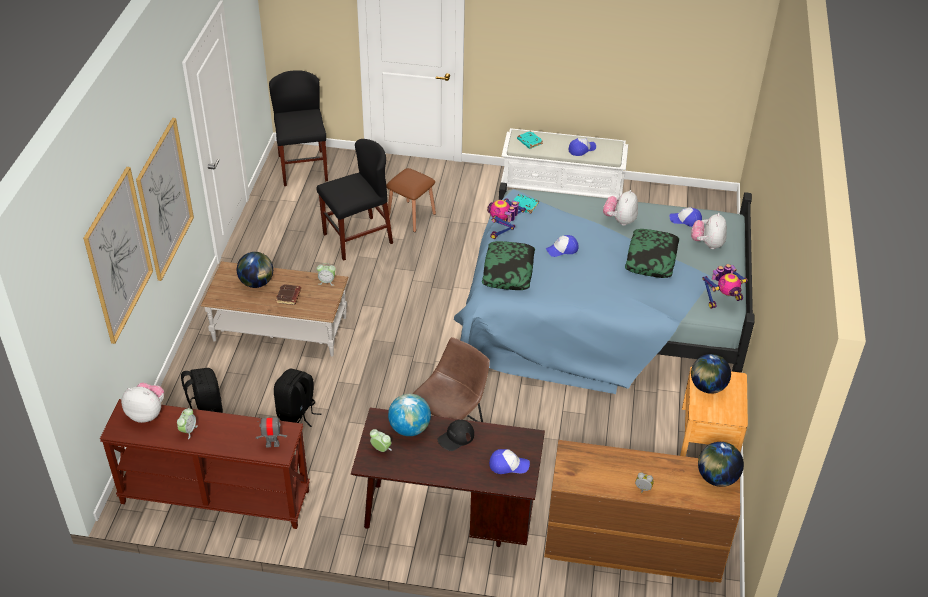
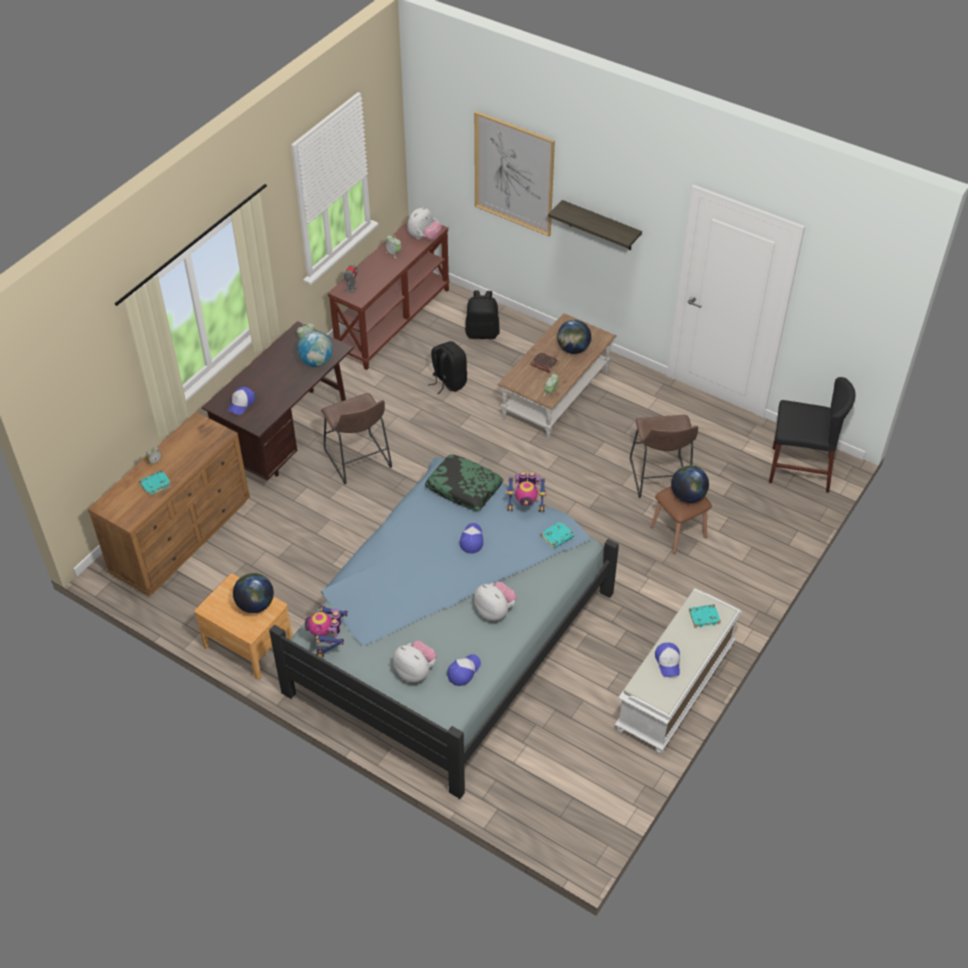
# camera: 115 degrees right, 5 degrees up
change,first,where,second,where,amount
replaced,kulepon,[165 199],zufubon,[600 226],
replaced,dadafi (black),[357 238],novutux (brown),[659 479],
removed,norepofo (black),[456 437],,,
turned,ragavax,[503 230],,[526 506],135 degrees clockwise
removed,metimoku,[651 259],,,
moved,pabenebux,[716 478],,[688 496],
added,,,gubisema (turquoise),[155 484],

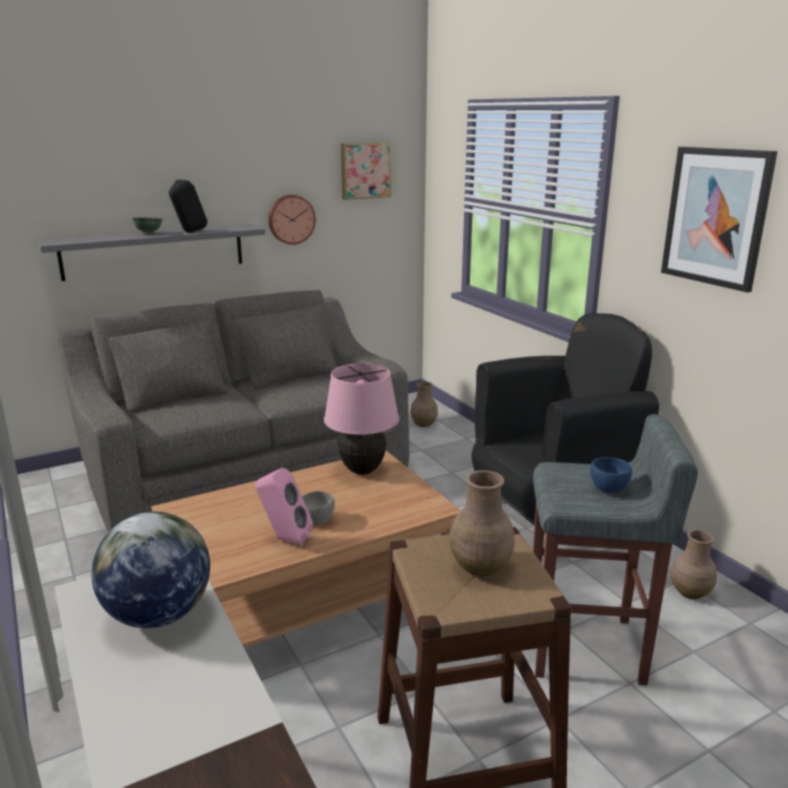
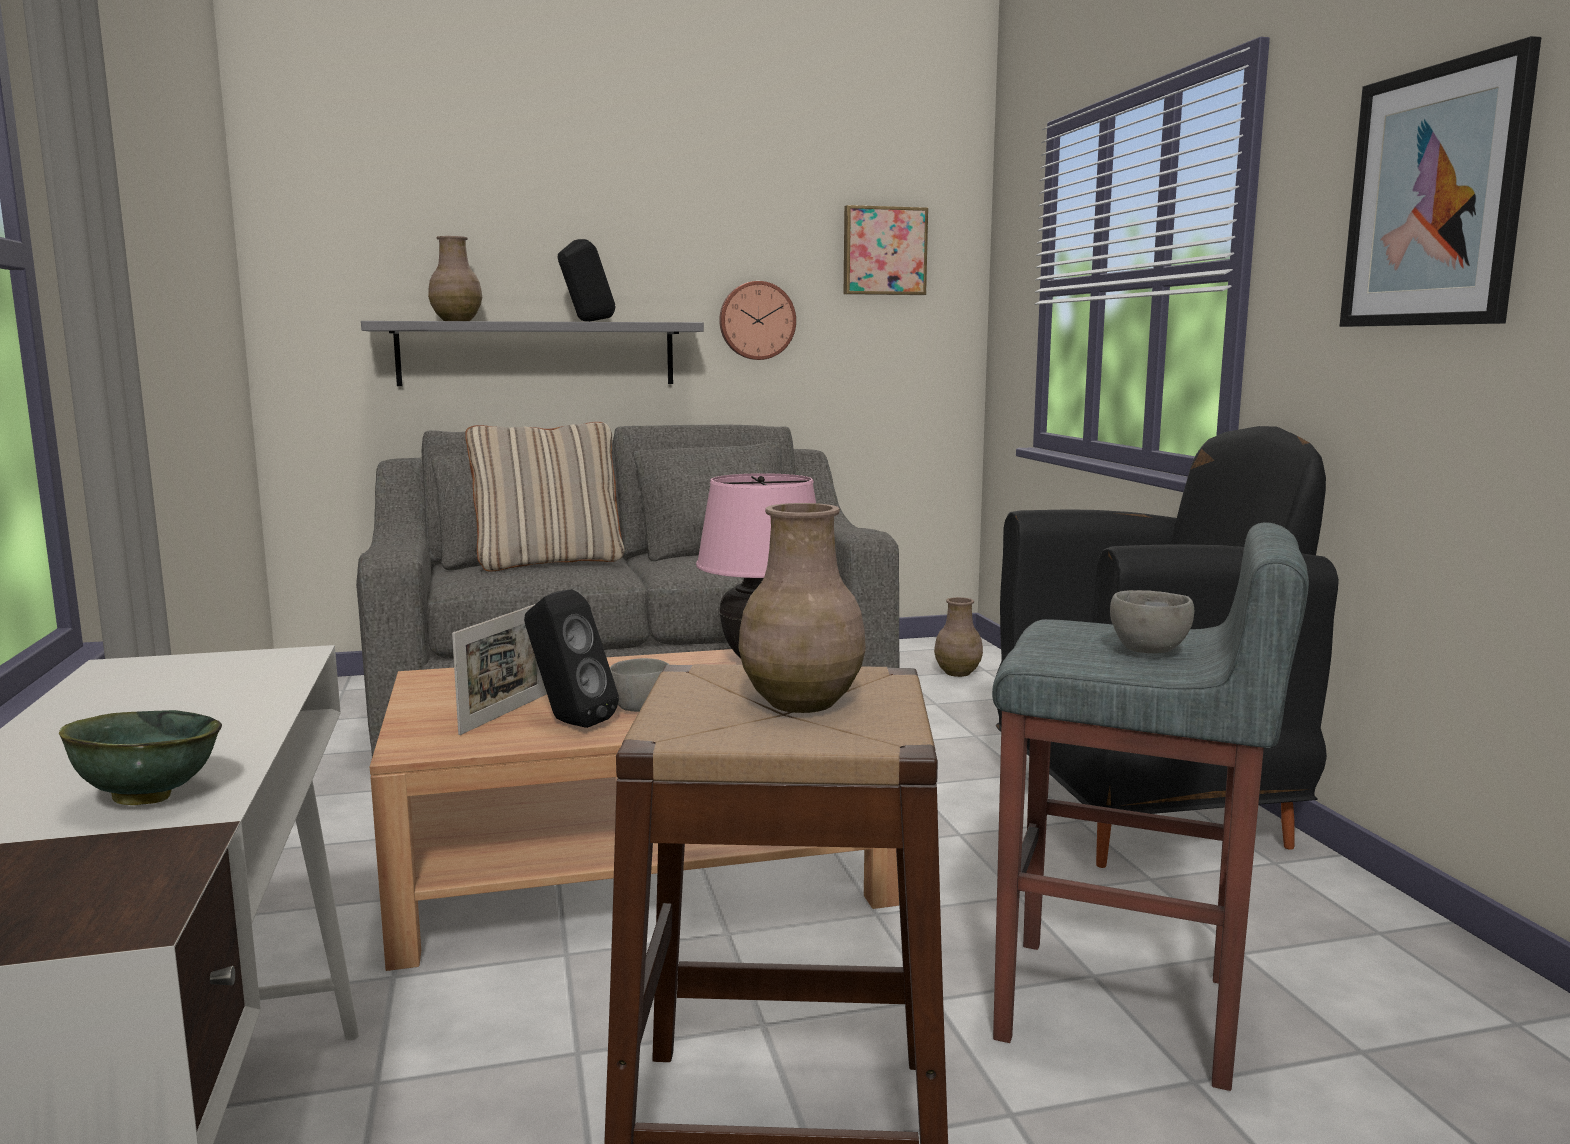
# camera: 15 degrees right, 10 degrees down
change,first,where,second,where,amount
removed,pabenebux,[158 615],,,
moved,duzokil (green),[148 233],,[146 797],
recoloured,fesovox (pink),[284 539],fesovox (black),[568 722],
recoloured,duzokil (blue),[609 488],duzokil (grey),[1151 649],
moved,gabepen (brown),[689 592],,[456 321],
added,,,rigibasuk,[505 713],
added,,,metimoku (beige),[549 562],

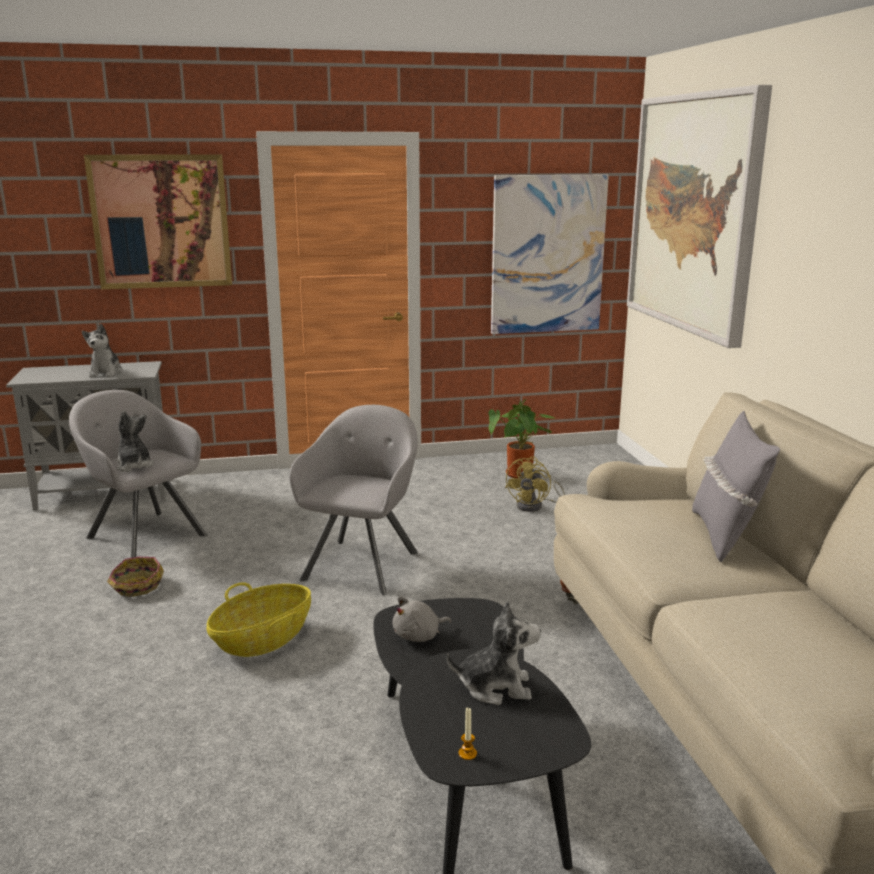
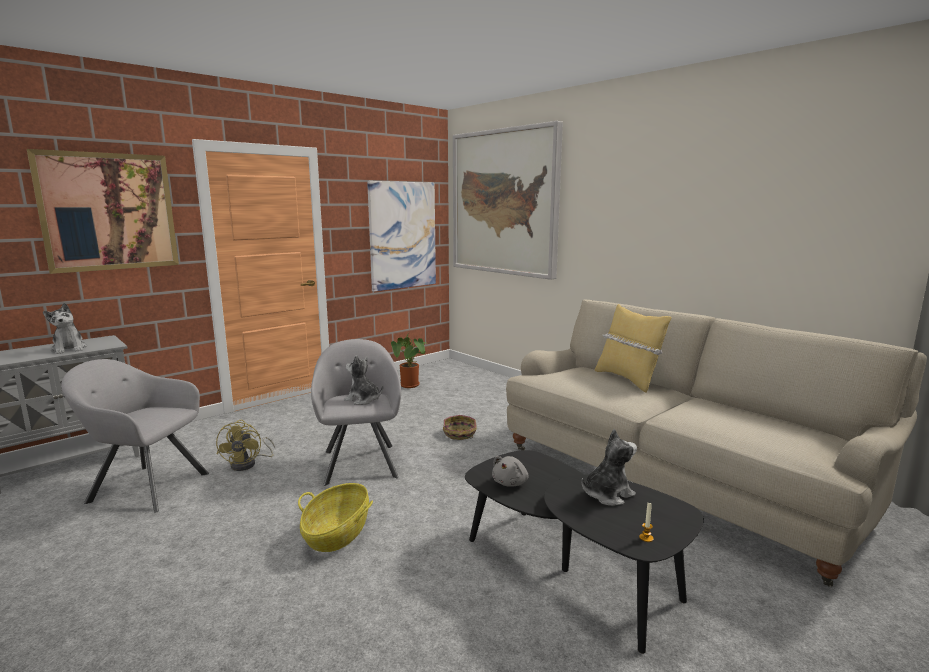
# camera: 30 degrees left, 5 degrees down
change,first,where,second,where,amount
moved,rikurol,[136 586],,[459 434],
moved,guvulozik,[134 466],,[363 400],
moved,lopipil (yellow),[535 506],,[248 464],
recoloured,metimoku (grey),[725 535],metimoku (yellow),[628 379],

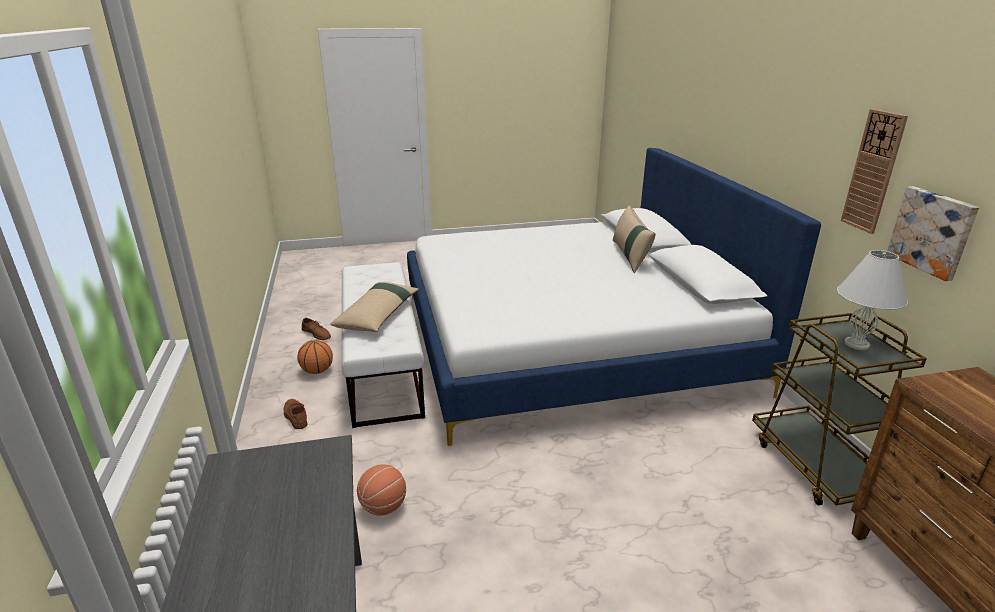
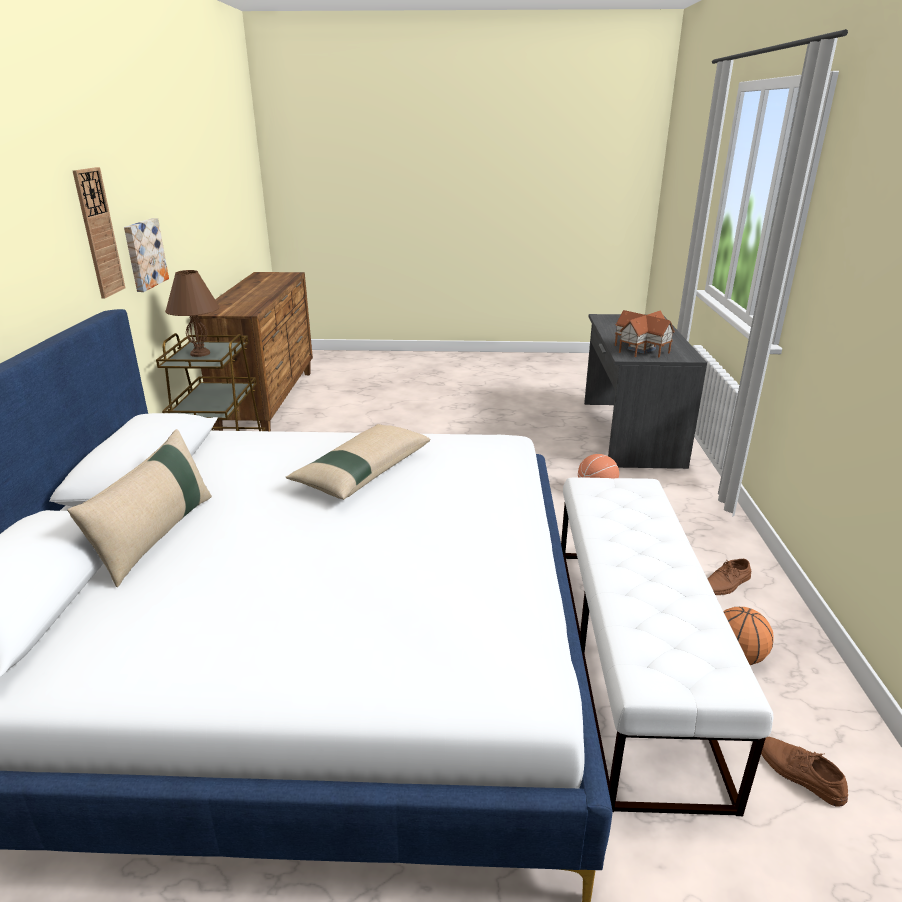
# camera: 165 degrees left, 0 degrees up
change,first,where,second,where,amount
turned,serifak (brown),[295 416],,[726 584],75 degrees clockwise
moved,metimoku (beige),[378 315],,[362 471],
recoloured,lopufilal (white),[857 344],lopufilal (brown),[200 353],
added,,,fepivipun,[640 349],

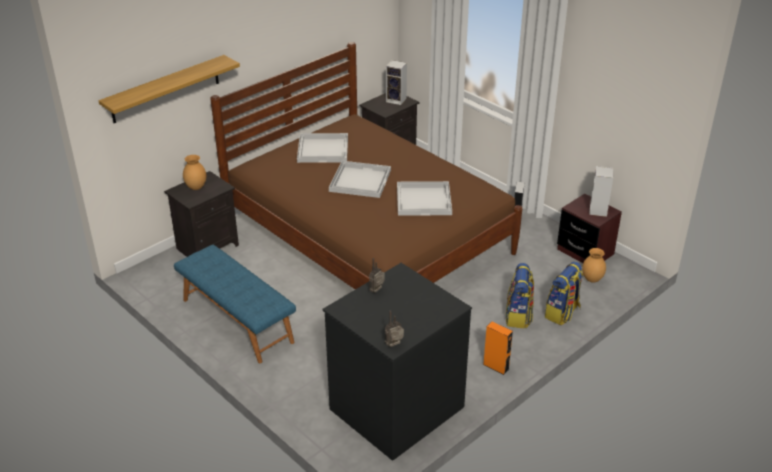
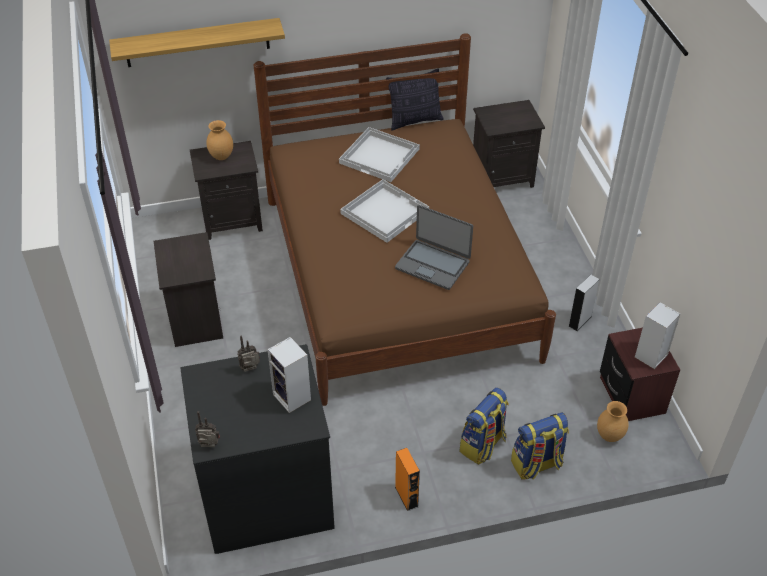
# camera: 30 degrees right, 10 degrees up
change,first,where,second,where,amount
replaced,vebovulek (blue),[236 321],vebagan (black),[194 320],
moved,fesovox,[397 100],,[293 398],
replaced,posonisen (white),[424 199],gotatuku,[433 264],
added,,,metimoku,[415 121],

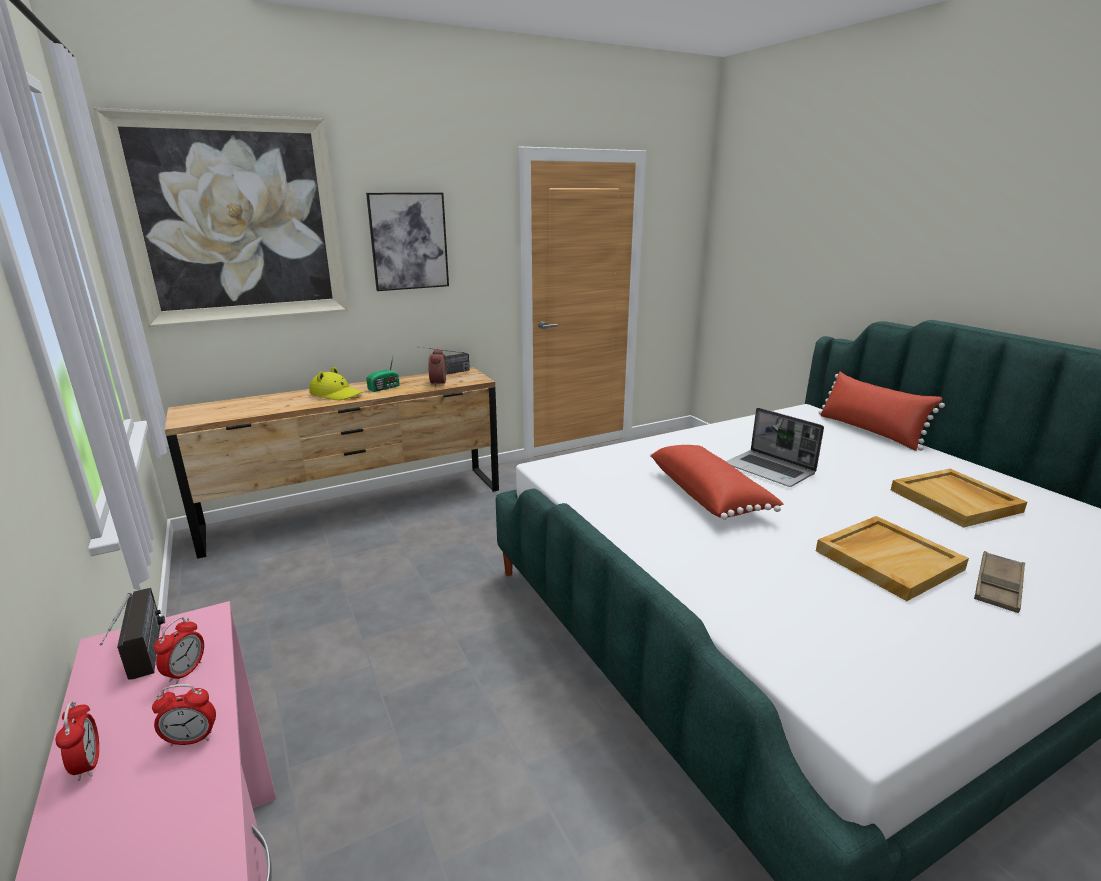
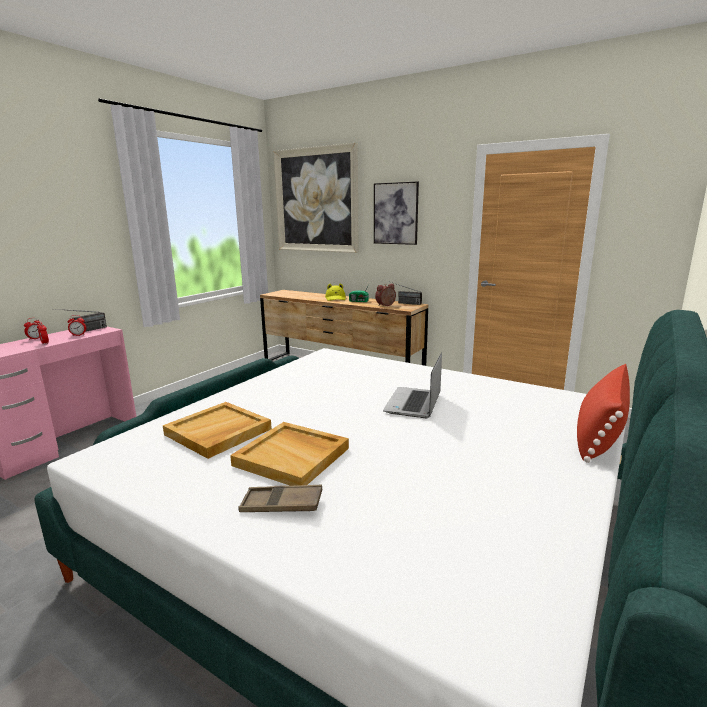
# camera: 60 degrees right, 5 degrees down
change,first,where,second,where,amount
removed,metimoku (red),[709 495],,,
moved,posonisen (beige),[956 501],,[218 432],

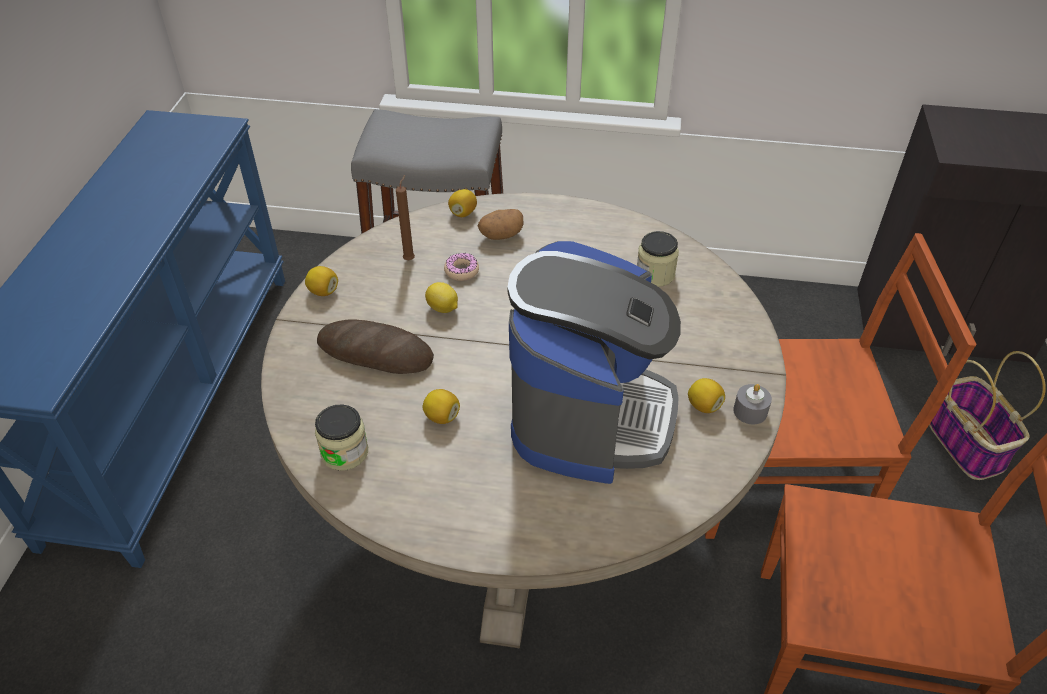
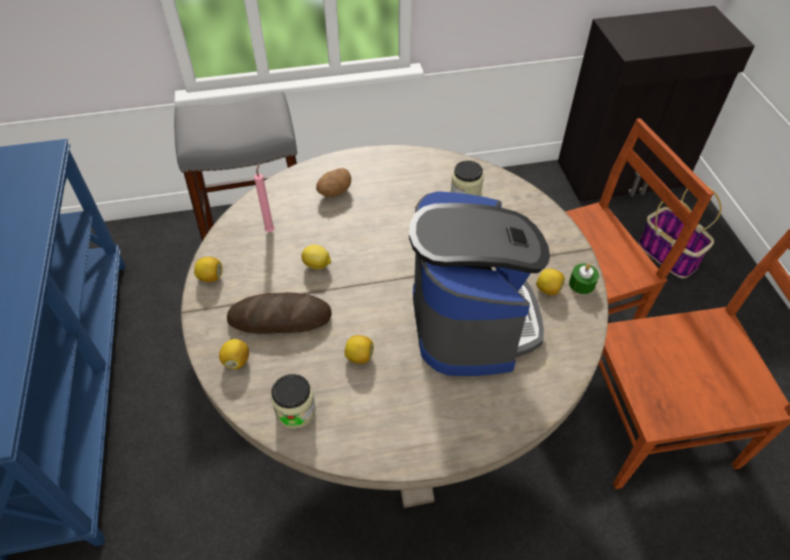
# camera: 20 degrees left, 5 degrees up
change,first,where,second,where,amount
recoloured,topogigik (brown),[410 259],topogigik (pink),[270 230],
removed,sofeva,[461 271],,,
moved,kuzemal,[463 213],,[236 361],
recoloured,topogigik (grey),[750 411],topogigik (green),[581 284],

